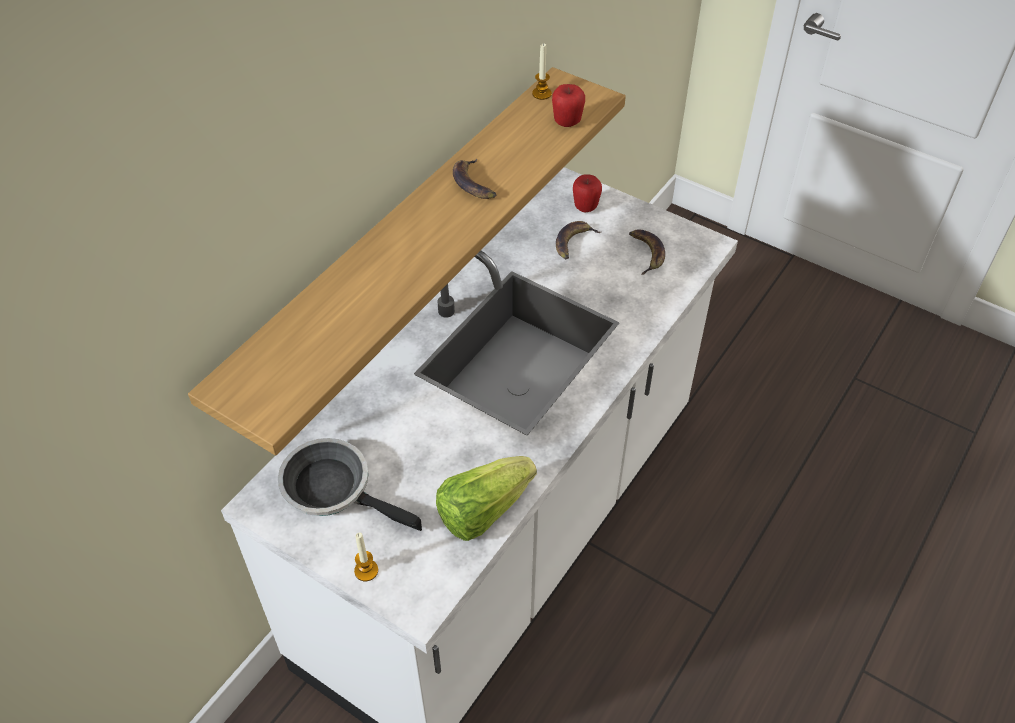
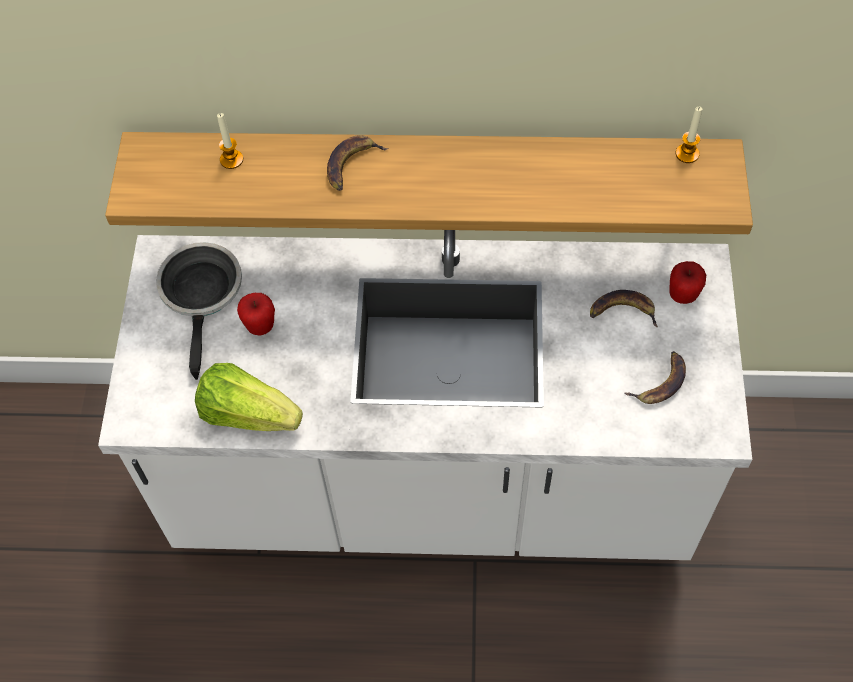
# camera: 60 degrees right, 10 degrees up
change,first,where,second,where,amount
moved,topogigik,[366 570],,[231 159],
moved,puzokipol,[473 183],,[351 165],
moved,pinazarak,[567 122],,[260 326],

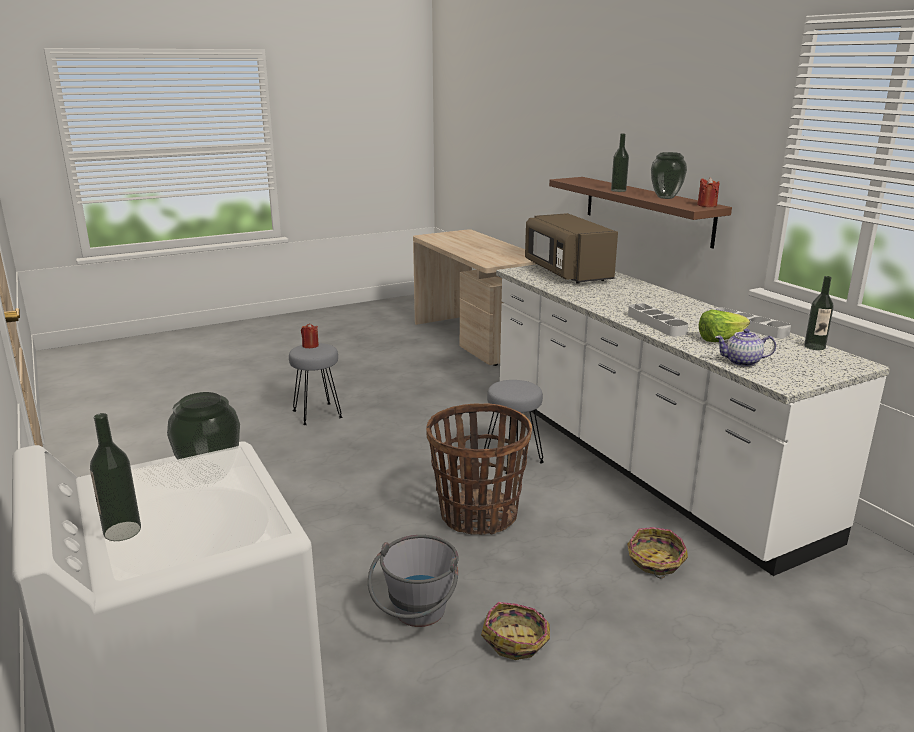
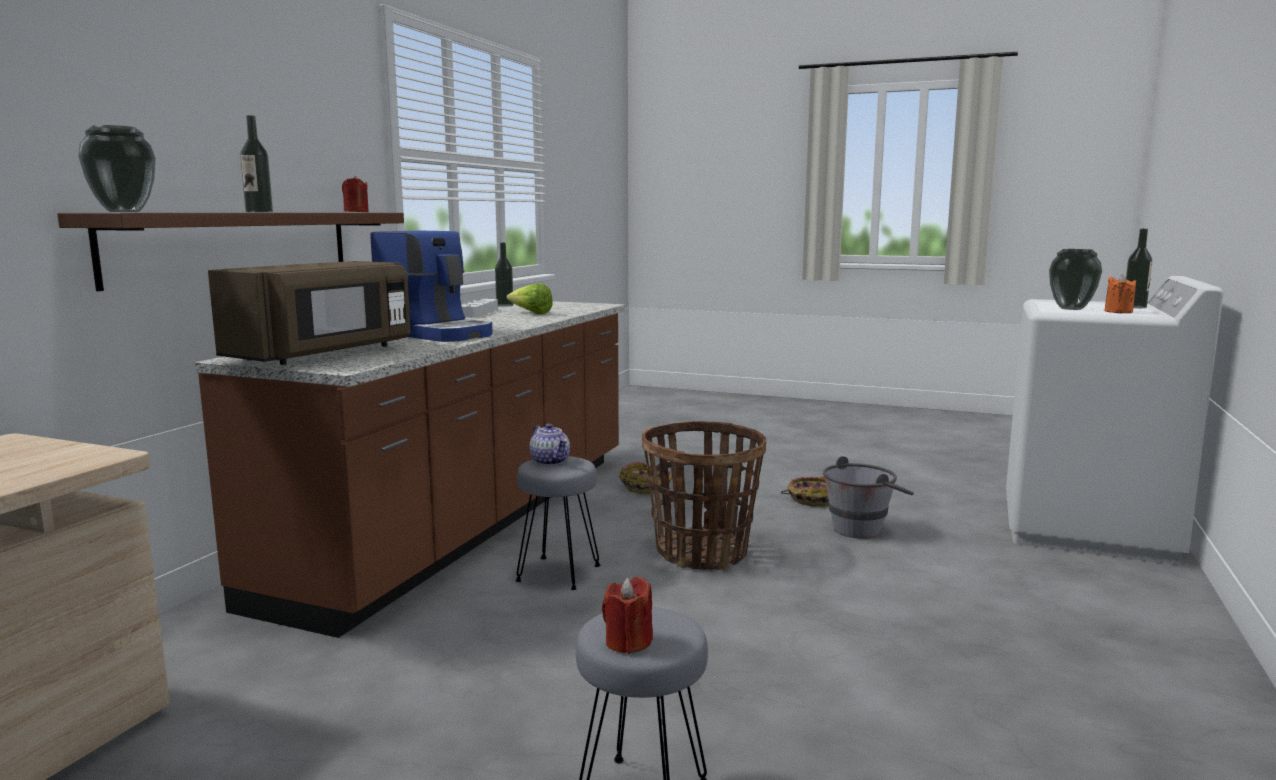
# camera: 130 degrees left, 10 degrees down
change,first,where,second,where,amount
recoloured,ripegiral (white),[640 460],ripegiral (brown),[469 522],
removed,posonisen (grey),[656 324],,,
moved,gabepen,[666 197],,[123 212],
moved,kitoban,[742 362],,[550 461],
added,,,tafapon,[437 333],
added,,,topogigik (orange),[1118 312],

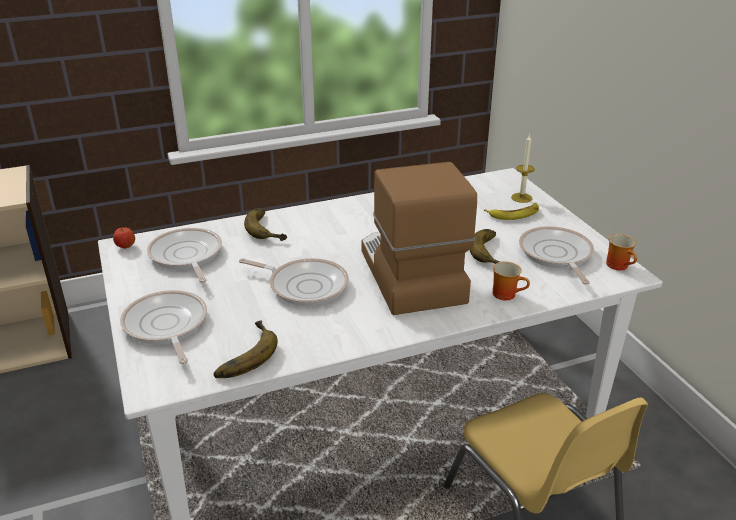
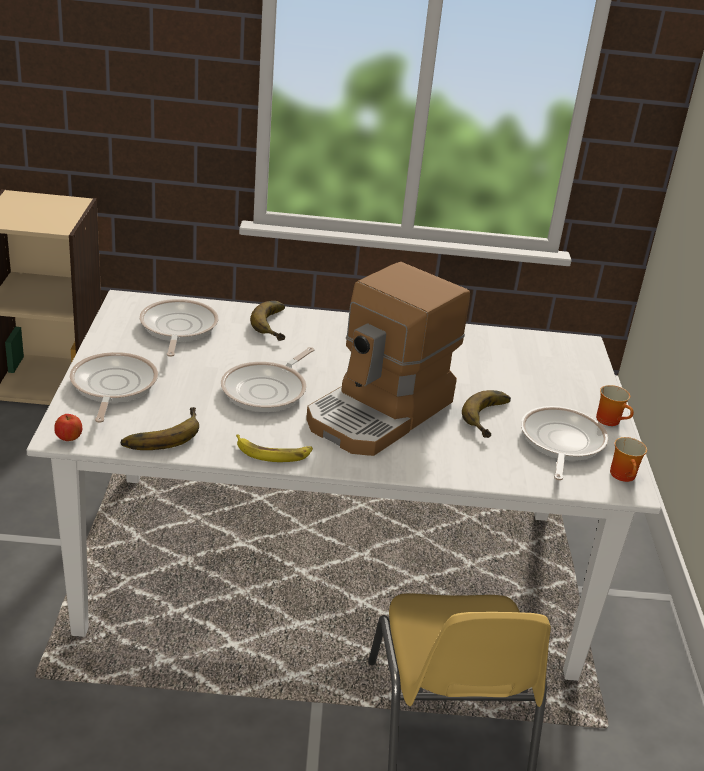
# camera: 20 degrees right, 0 degrees up
change,first,where,second,where,amount
moved,pinazarak,[126 247],,[69 439],
turned,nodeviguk,[304 285],,[267 390],75 degrees clockwise
turned,tafapon,[409 275],,[381 413],150 degrees counterclockwise
moved,puzokipol,[514 214],,[273 453],
moved,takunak,[507 294],,[611 420],
removed,topogigik,[521 198],,,

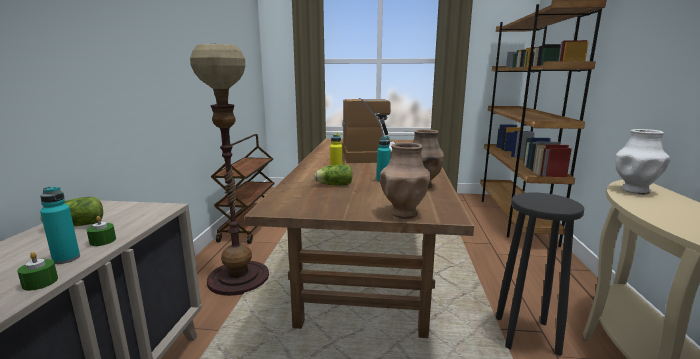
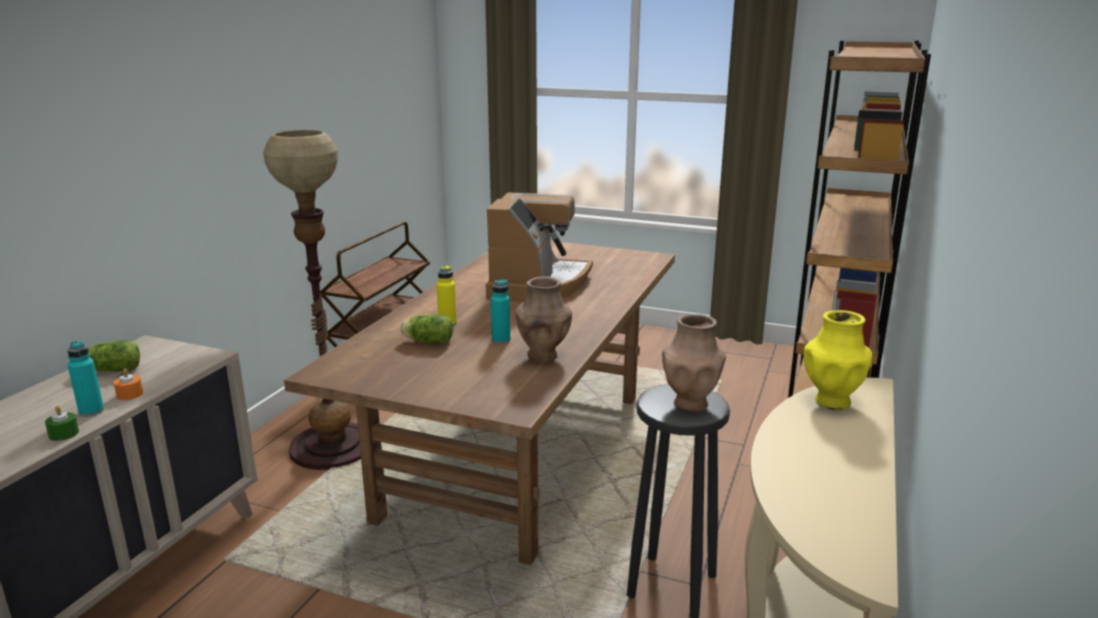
# camera: 15 degrees right, 5 degrees up
change,first,where,second,where,amount
recoloured,topogigik (green),[103 241],topogigik (orange),[130 394],
moved,gabepen (brown),[404 213],,[690 403],
recoloured,gabepen (white),[634 190],gabepen (yellow),[832 401],

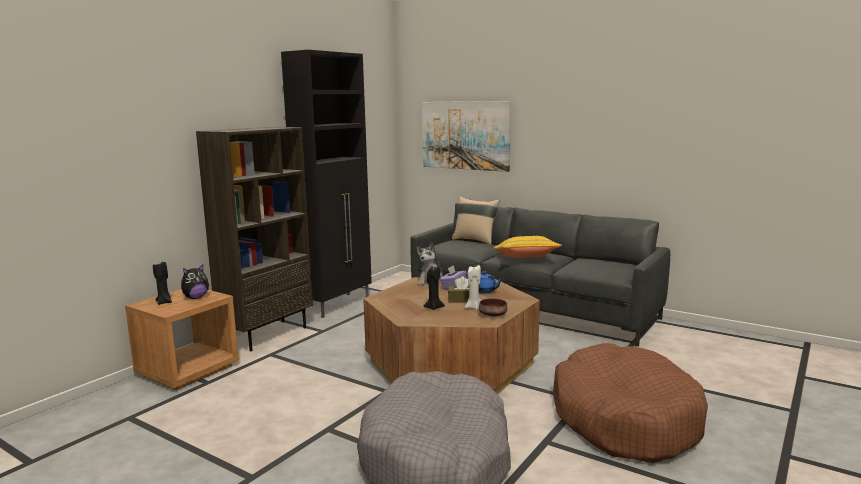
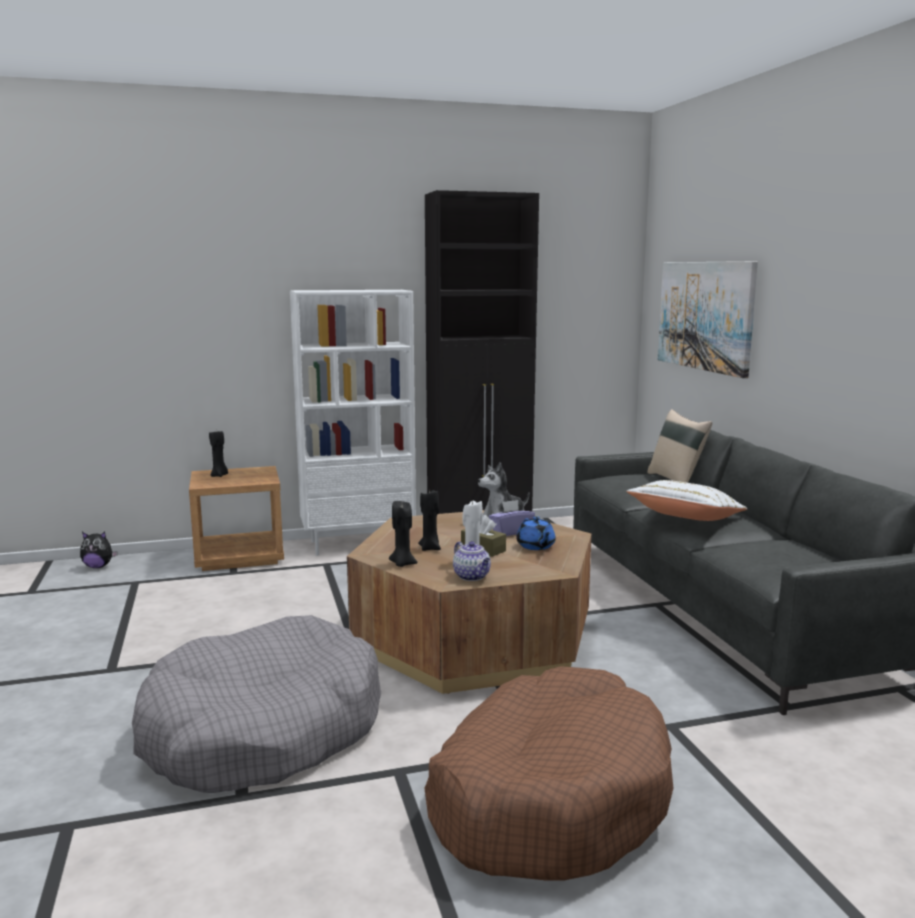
# camera: 40 degrees right, 0 degrees up
change,first,where,second,where,amount
moved,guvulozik,[195 298],,[98 566],
recoloured,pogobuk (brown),[267 335],pogobuk (white),[358 544],
replaced,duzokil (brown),[493 314],kitoban,[472 576],
recoloured,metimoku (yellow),[525 259],metimoku (white),[685 519],
added,,,topogigik (black),[402 564],

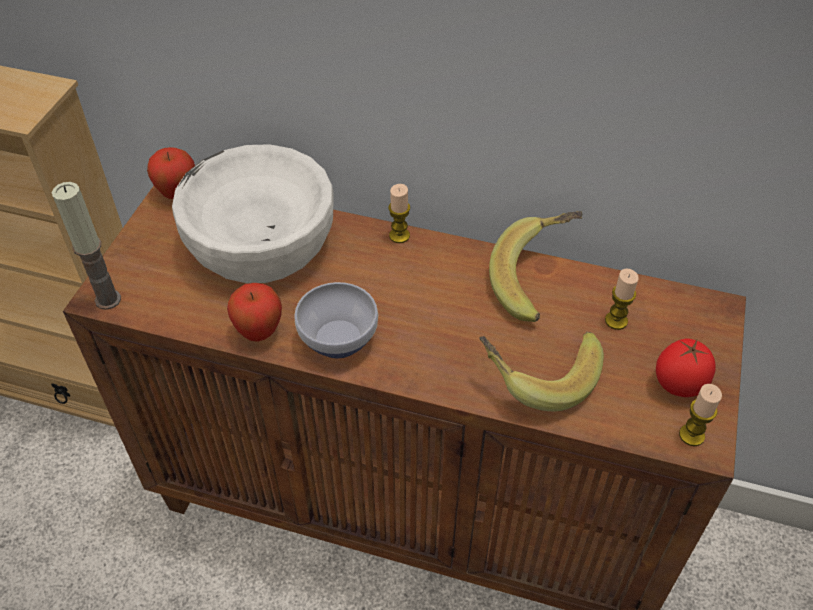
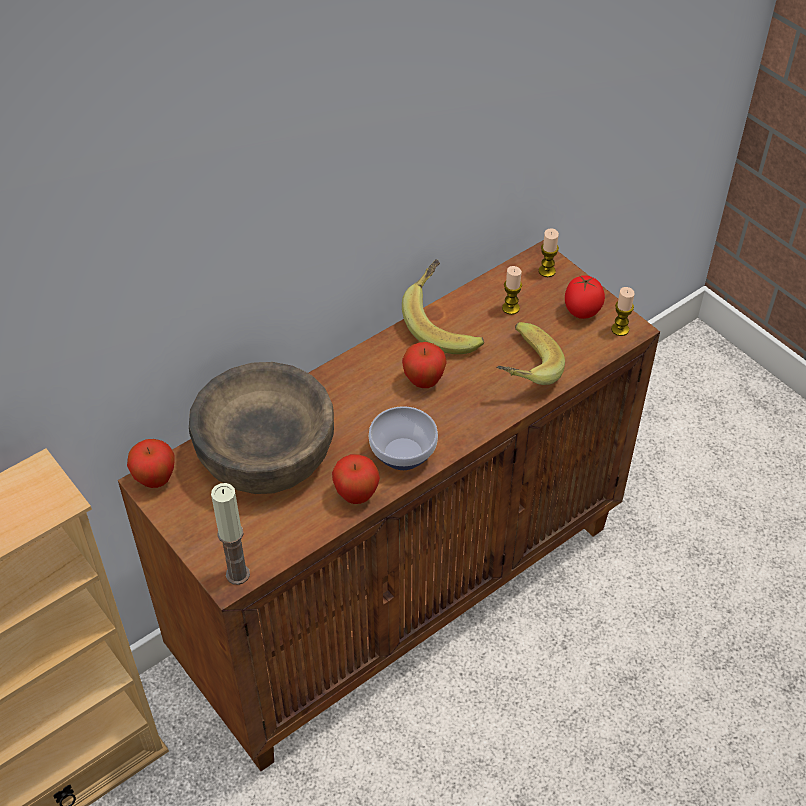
# camera: 55 degrees left, 0 degrees up
change,first,where,second,where,amount
recoloured,duzokil (white),[260 243],duzokil (brown),[266 453],
moved,topogigik,[399 235],,[547 271],
added,,,pinazarak,[424 382],

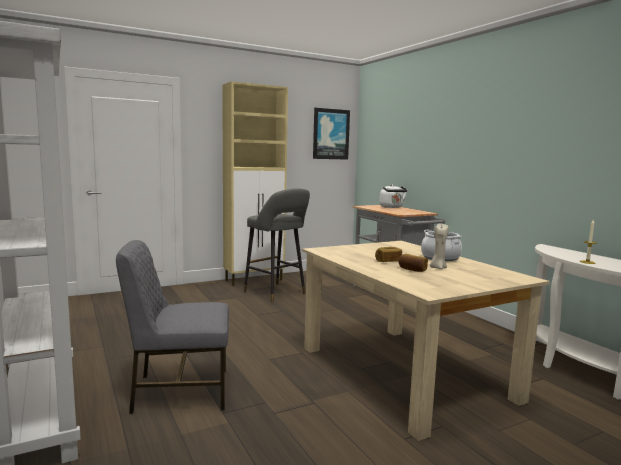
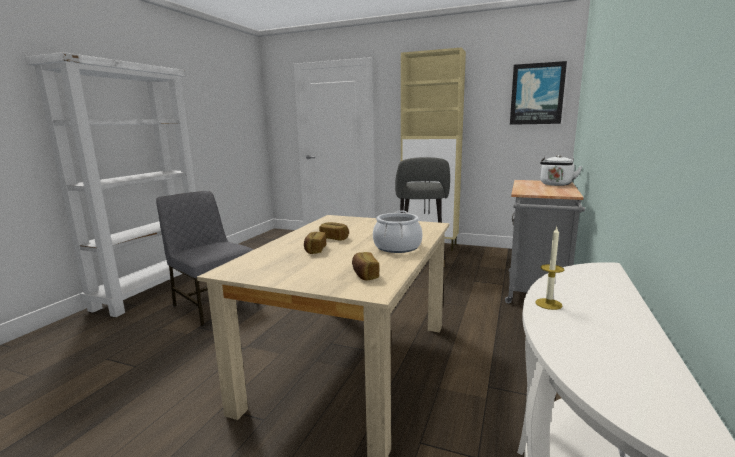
# camera: 50 degrees right, 5 degrees up
change,first,where,second,where,amount
removed,topogigik (beige),[437 268],,,
added,,,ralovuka,[364 275],

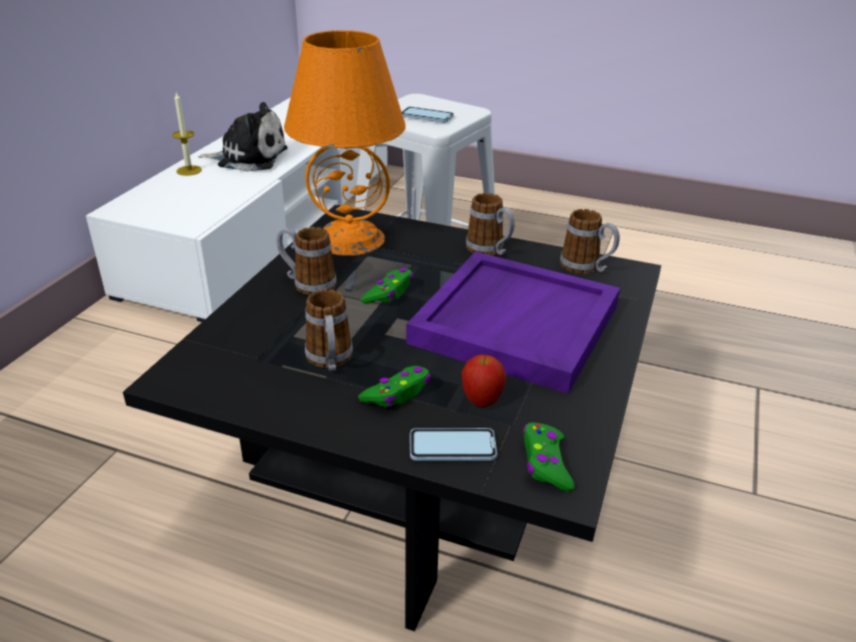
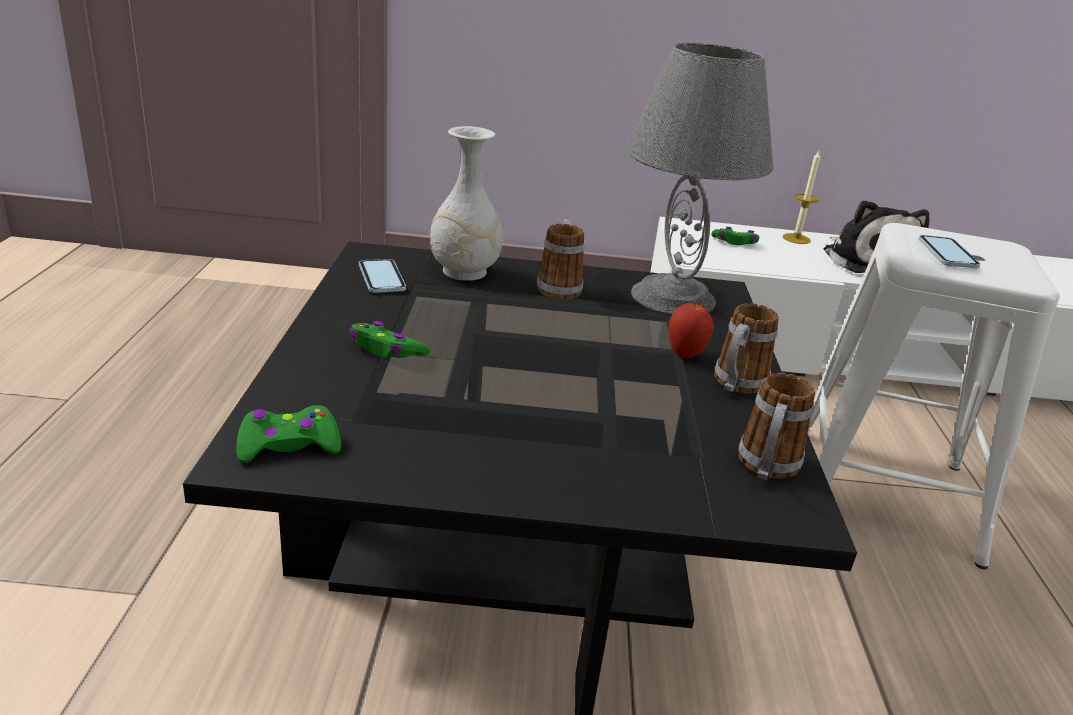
# camera: 70 degrees right, 5 degrees down
change,first,where,second,where,amount
recoloured,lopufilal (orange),[350 238],lopufilal (grey),[674 297],
removed,takunak,[330 361],,,
moved,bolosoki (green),[389 293],,[734 242],
removed,posonisen (purple),[514 323],,,
moved,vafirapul,[452 447],,[381 278],
moved,pinazarak,[481 402],,[685 354],
added,,,gabepen (white),[463 272],

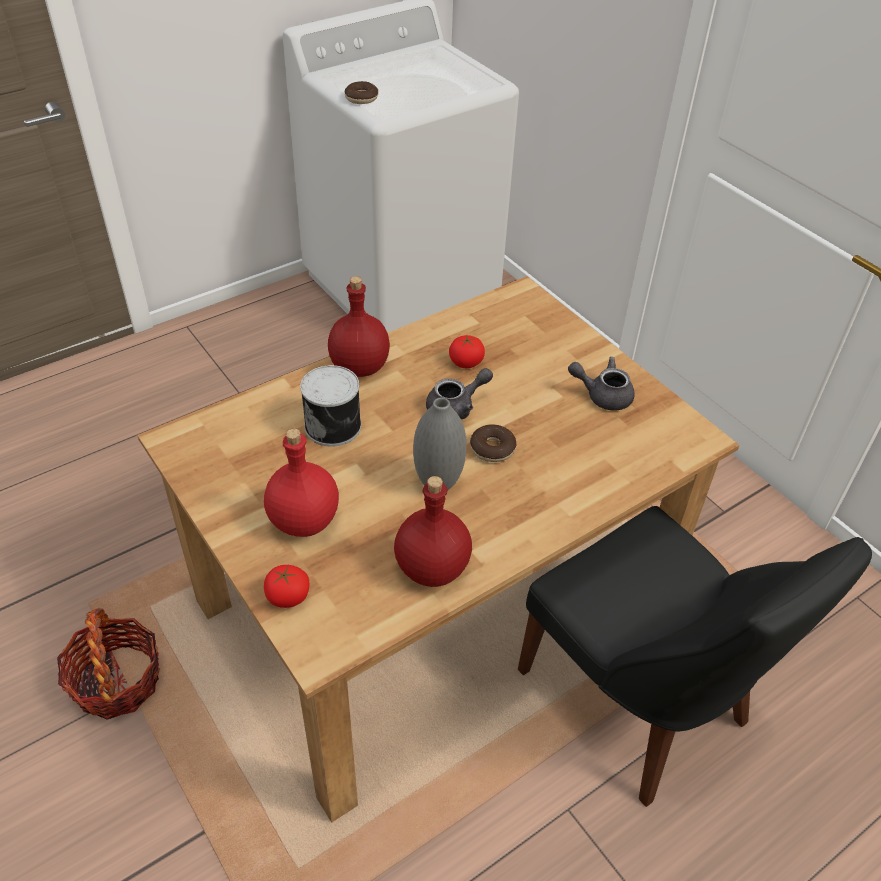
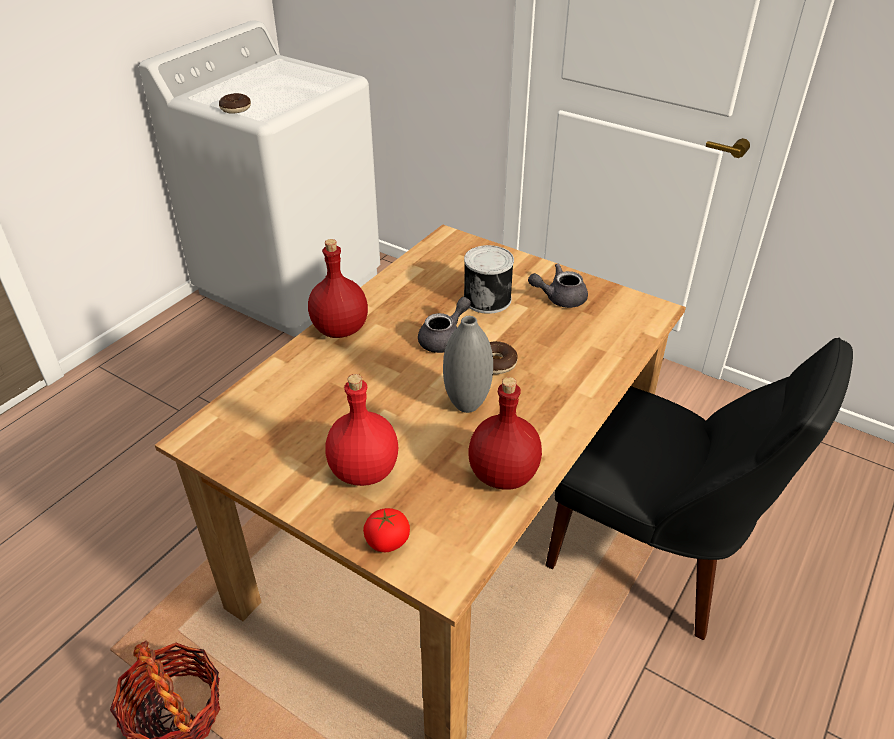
# camera: 20 degrees left, 5 degrees down
change,first,where,second,where,amount
moved,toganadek,[334 425],,[488 298],
removed,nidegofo,[466 362],,,

